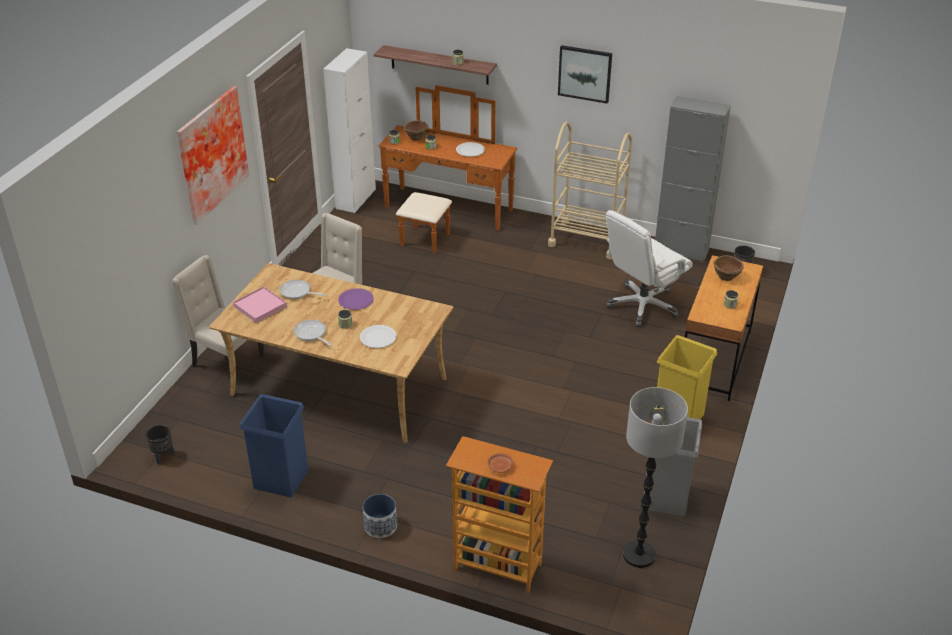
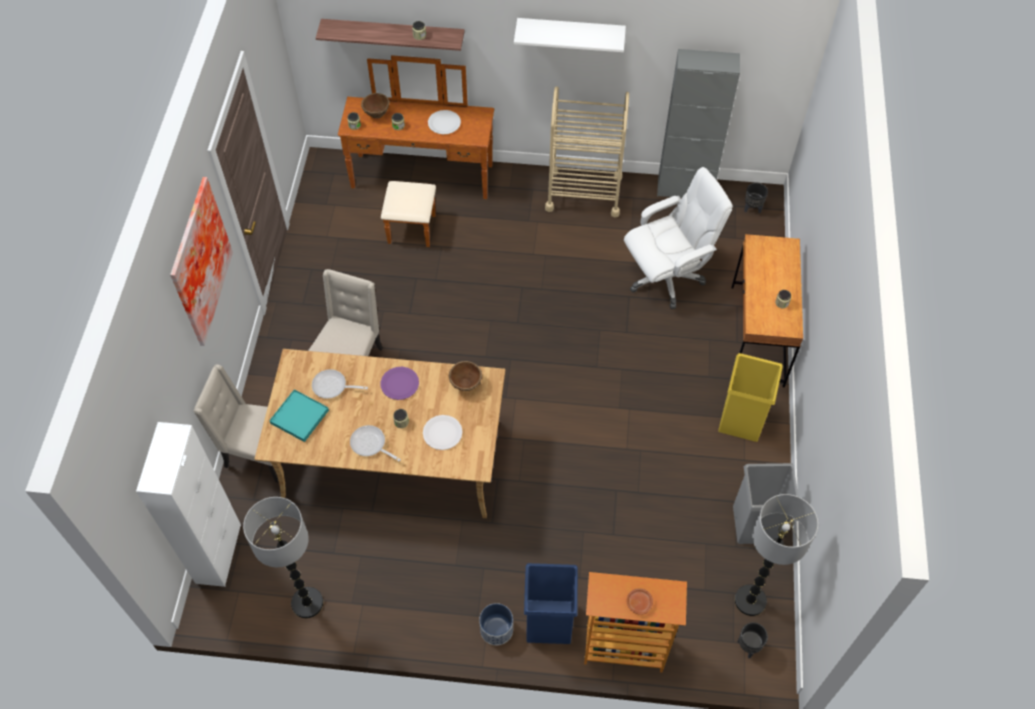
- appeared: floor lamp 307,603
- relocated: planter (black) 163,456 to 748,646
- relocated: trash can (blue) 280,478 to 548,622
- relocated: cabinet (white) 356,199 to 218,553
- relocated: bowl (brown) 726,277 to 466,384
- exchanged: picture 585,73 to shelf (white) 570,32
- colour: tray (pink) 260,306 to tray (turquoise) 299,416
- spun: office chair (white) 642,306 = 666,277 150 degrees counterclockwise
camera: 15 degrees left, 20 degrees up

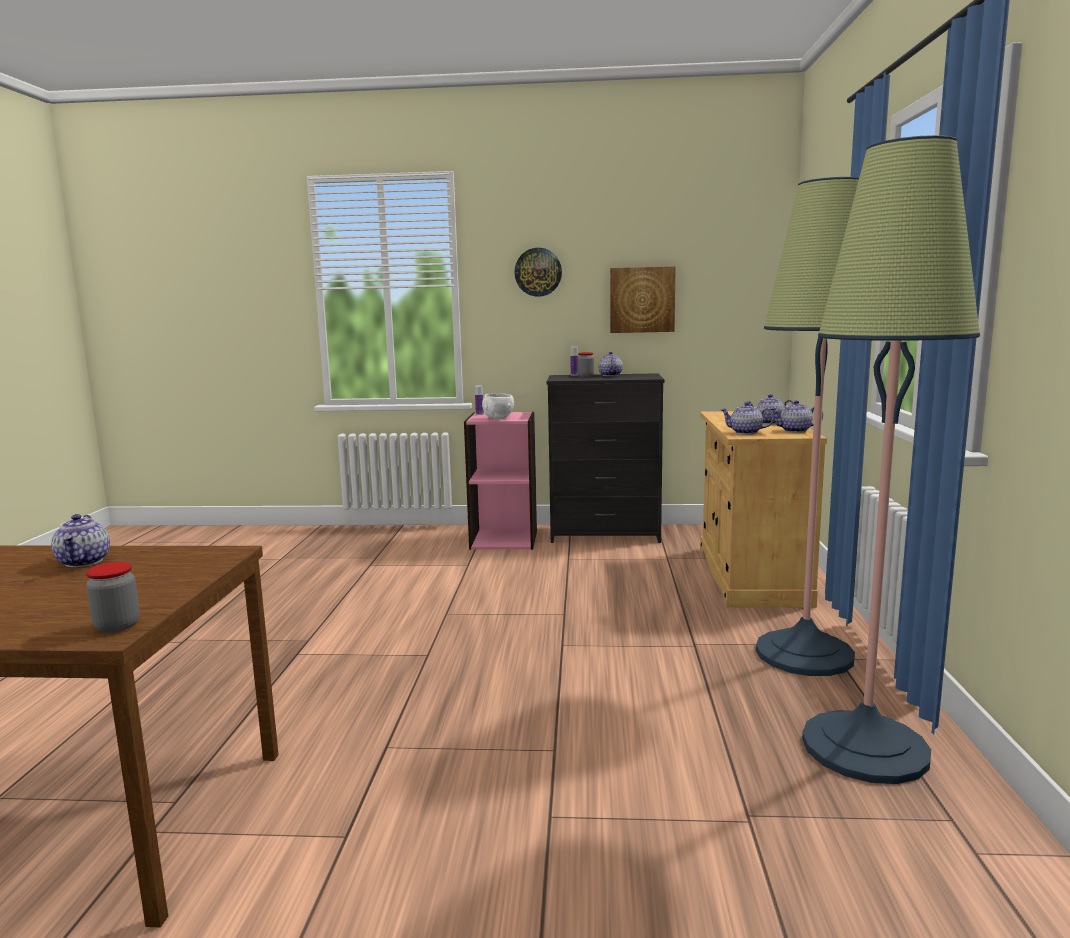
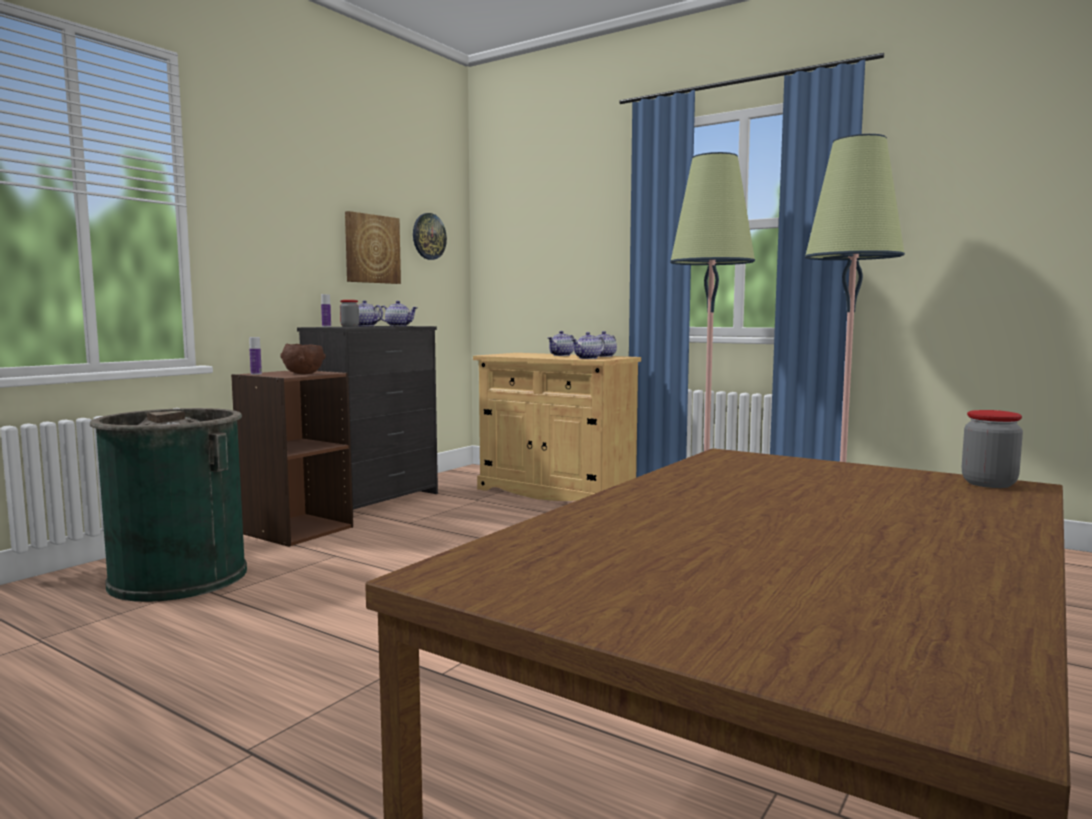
- appeared: trash can (green) 178,577
- relocated: teapot 84,561 to 398,326
- relocated: wall clock 538,272 to 428,236
- colour: bookcase (pink) 504,539 to bookcase (brown) 296,530
- colour: bowl (white) 498,418 to bowl (brown) 303,374
camera: 60 degrees left, 5 degrees down

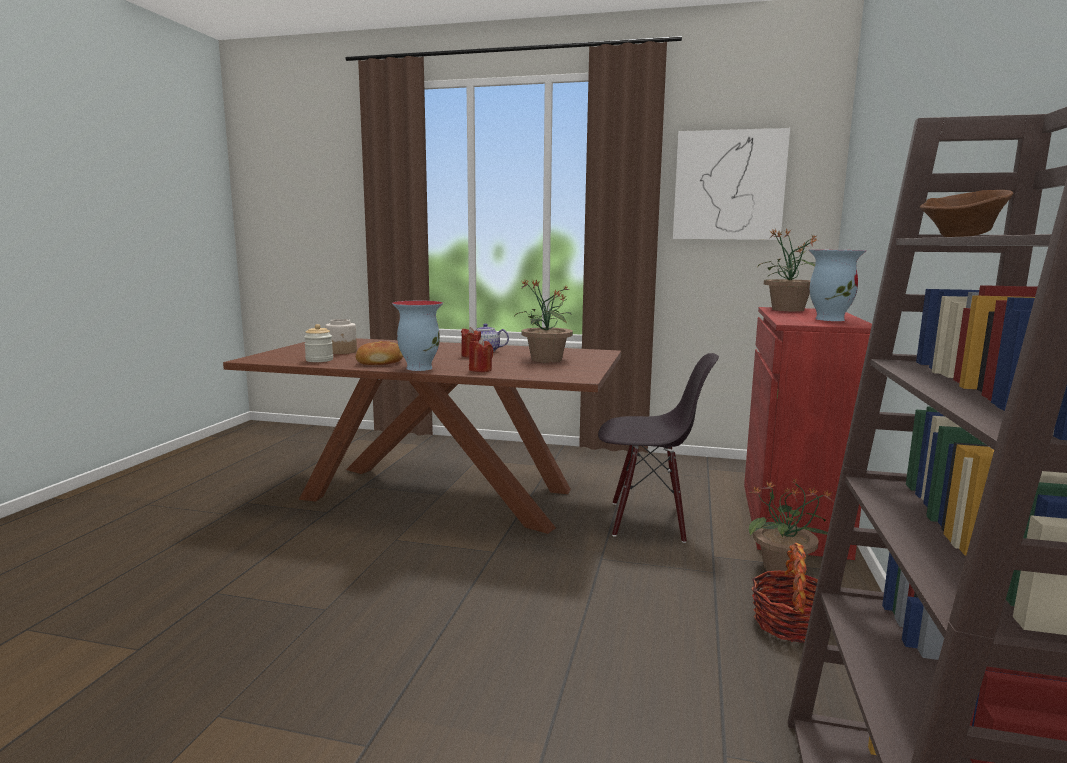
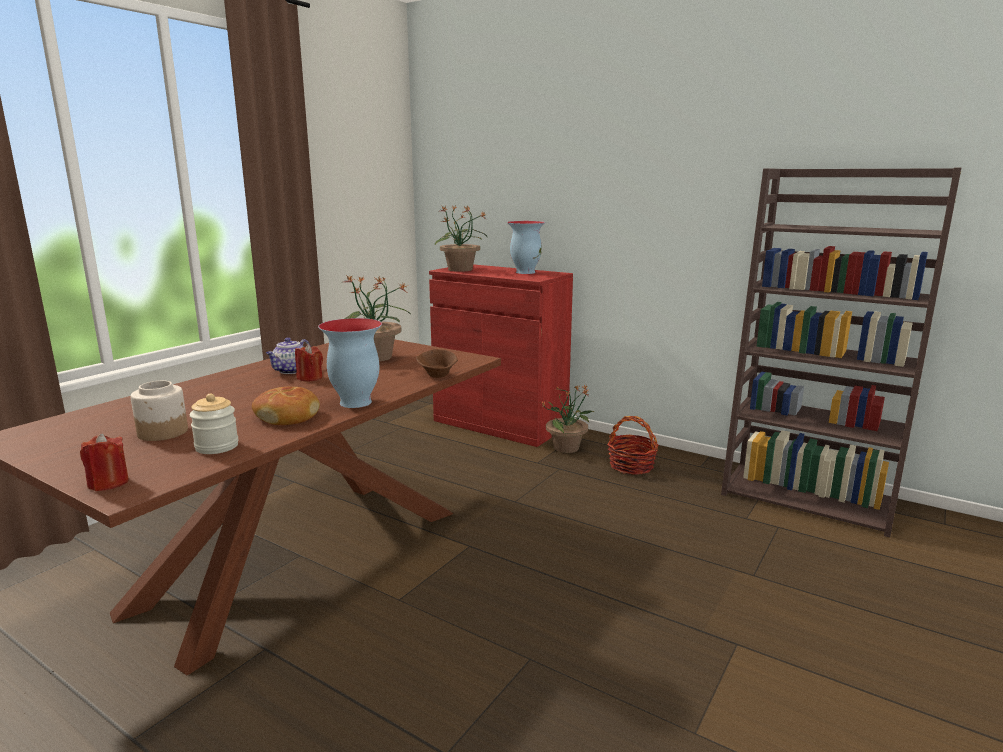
- missing: chair (black) 648,521
- missing: picture 729,186
- relocated: candle (red) 480,370 to 108,483
- relocated: bowl (brown) 961,237 to 438,376
camera: 70 degrees left, 5 degrees up

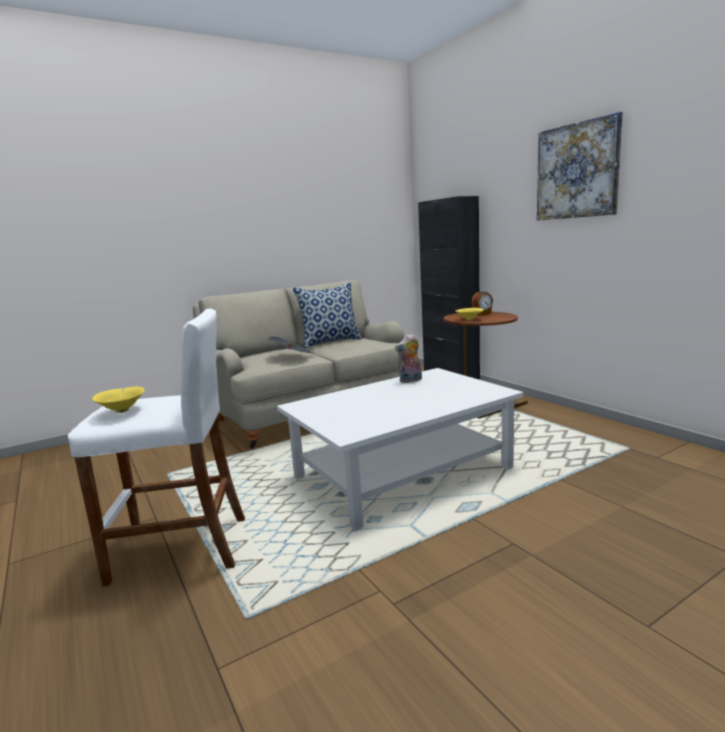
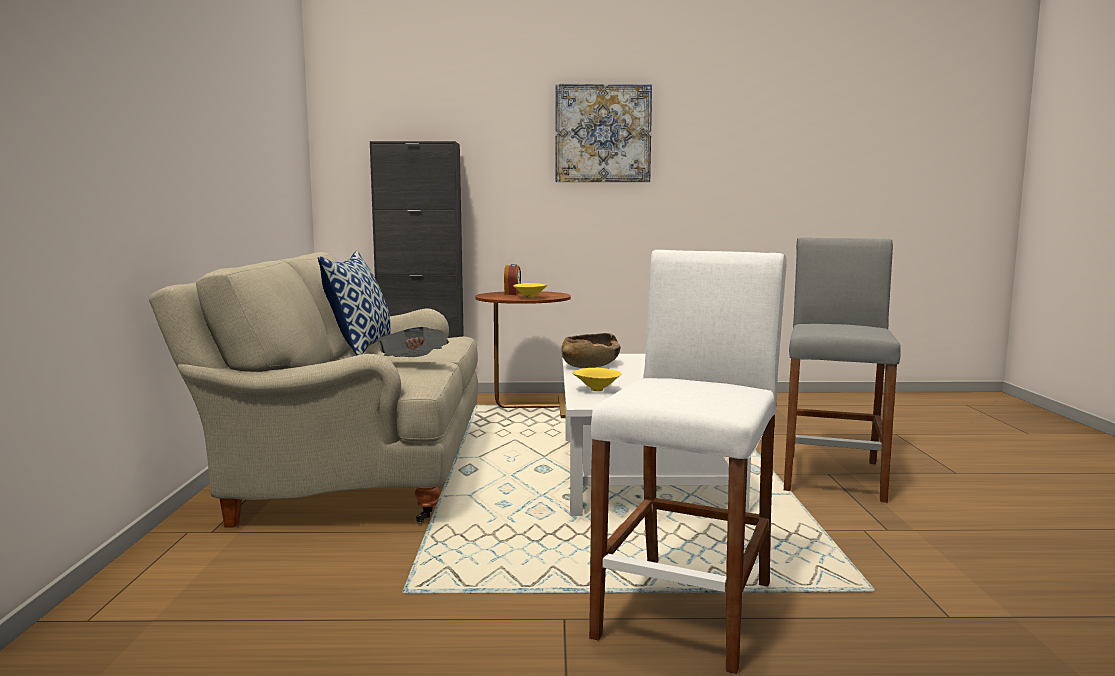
- appeared: stool (grey) 833,476
- relocated: bowl (yellow) 122,410 to 595,390
- exchanged: plush toy 410,380 to bowl (brown) 590,365
camera: 60 degrees left, 5 degrees down

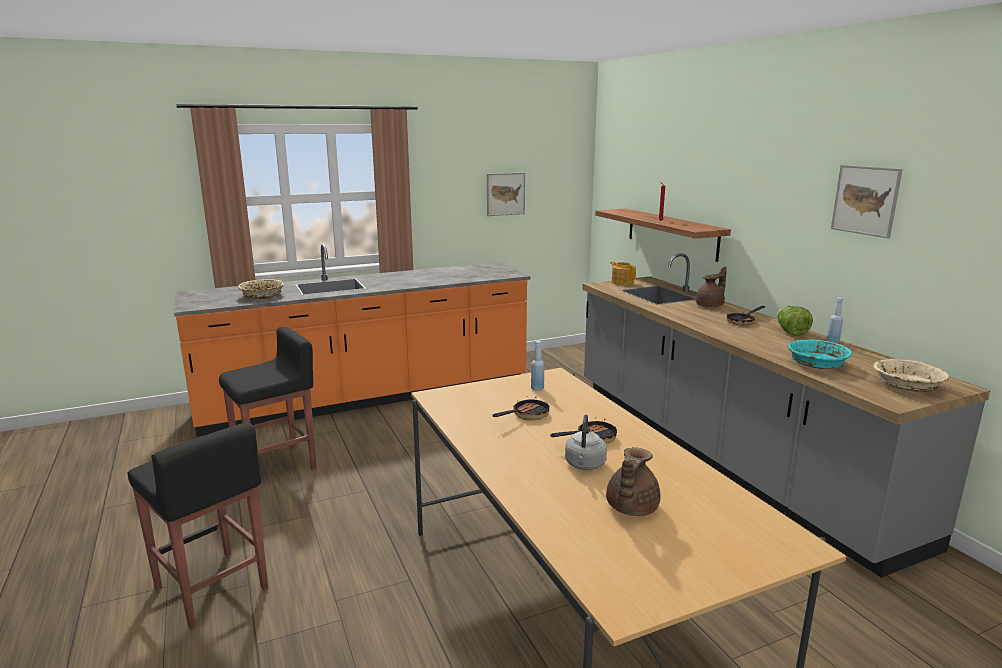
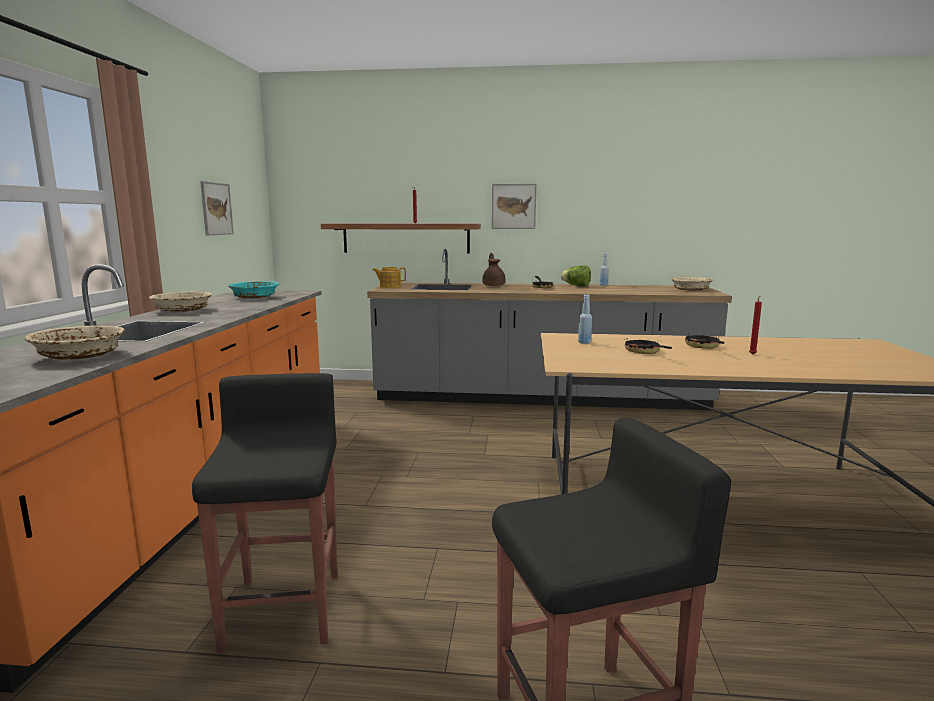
- missing: teapot (brown) 630,508
- appeared: bowl (beige) 183,310
- relocated: bowl (turquoise) 816,363 to 254,297
- relocated: picture 865,200 to 513,206
- exchanged: kettle (grey) 585,465 to candle (red) 752,354
camera: 60 degrees left, 5 degrees down

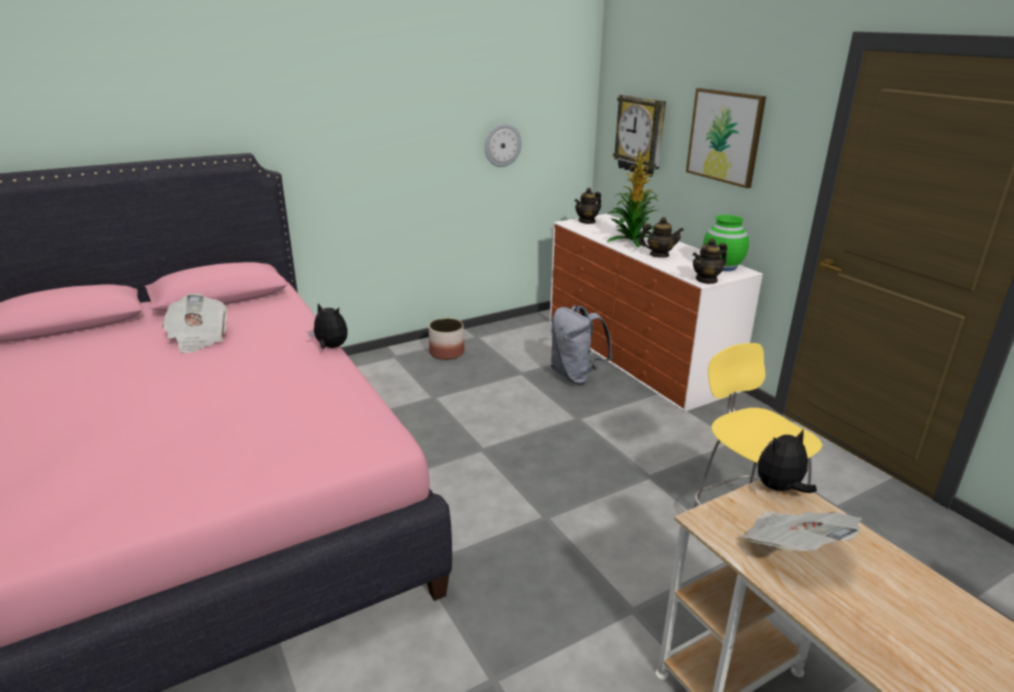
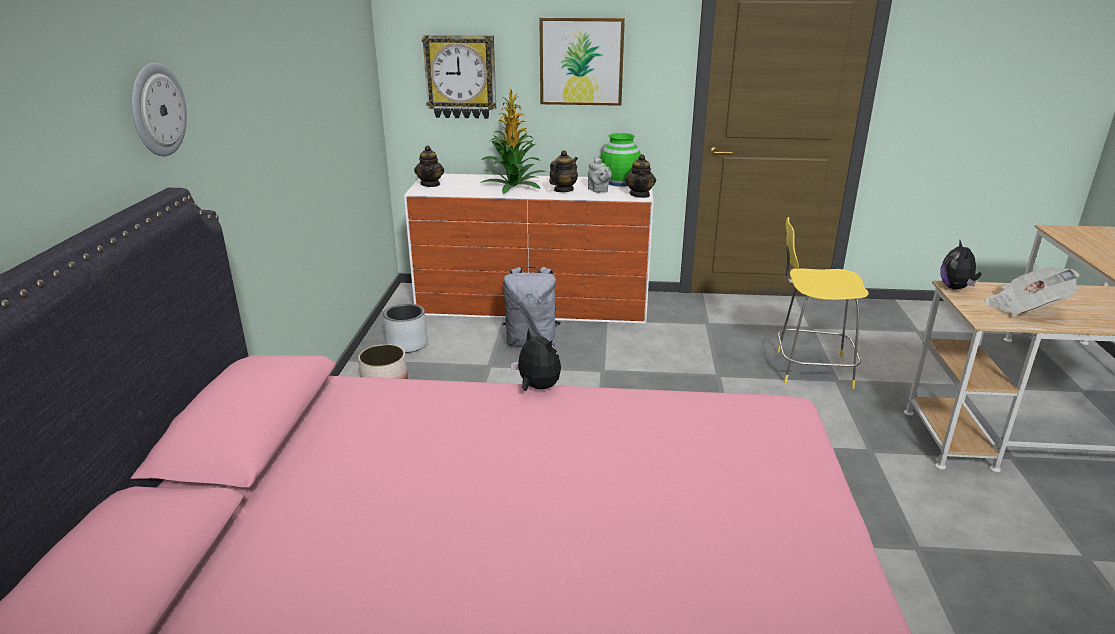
- missing: newspaper 198,338
- appeared: planter (grey) 407,344
- appeared: teapot (grey) 599,190
- relocated: wall clock 502,145 to 157,110
- spun: plush toy 330,347 = 537,387 75 degrees clockwise
camera: 55 degrees left, 0 degrees up

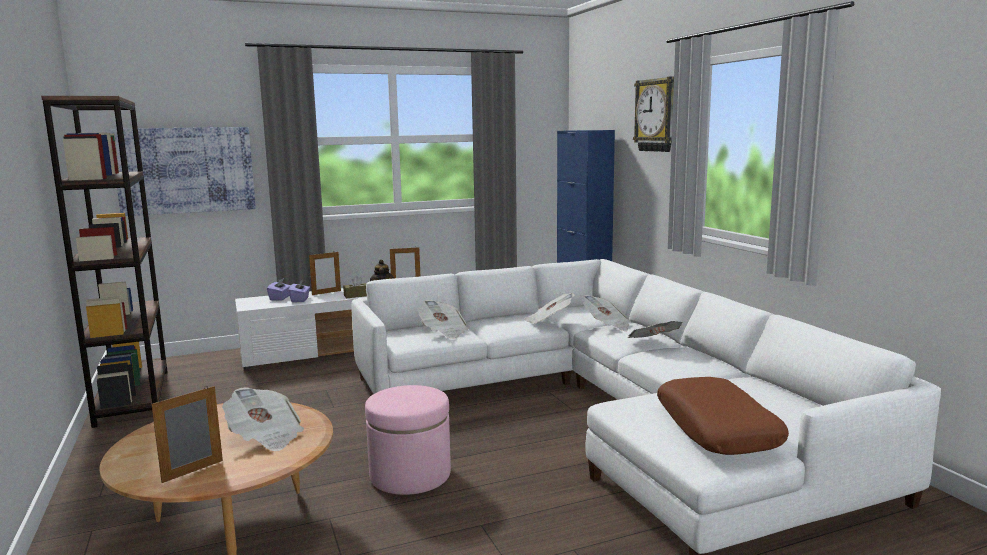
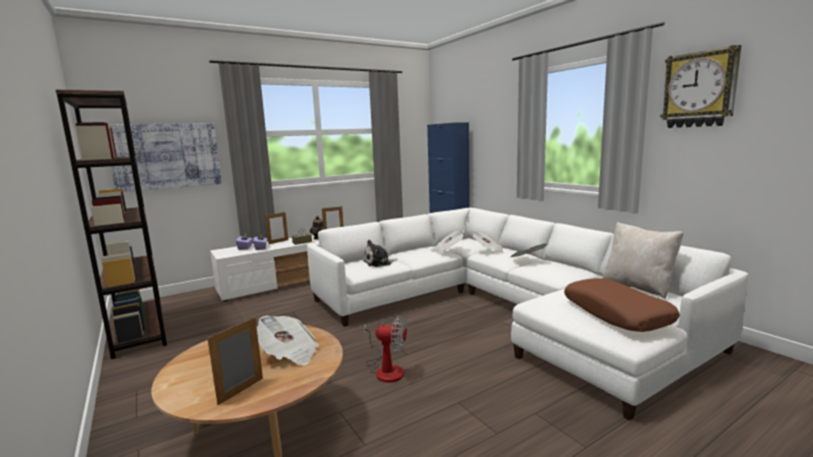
- appeared: pillow (beige) 638,287
- relocated: wall clock 657,115 to 699,89
- exchanged: ottoman (pink) 410,475 to fan 386,369
- exchanged: newspaper 443,332 to plush toy 379,263
camera: 10 degrees left, 0 degrees up

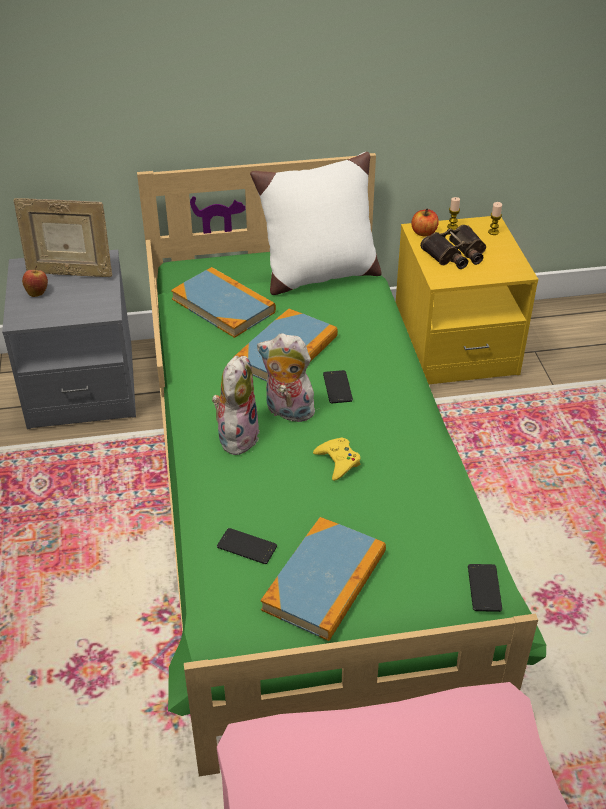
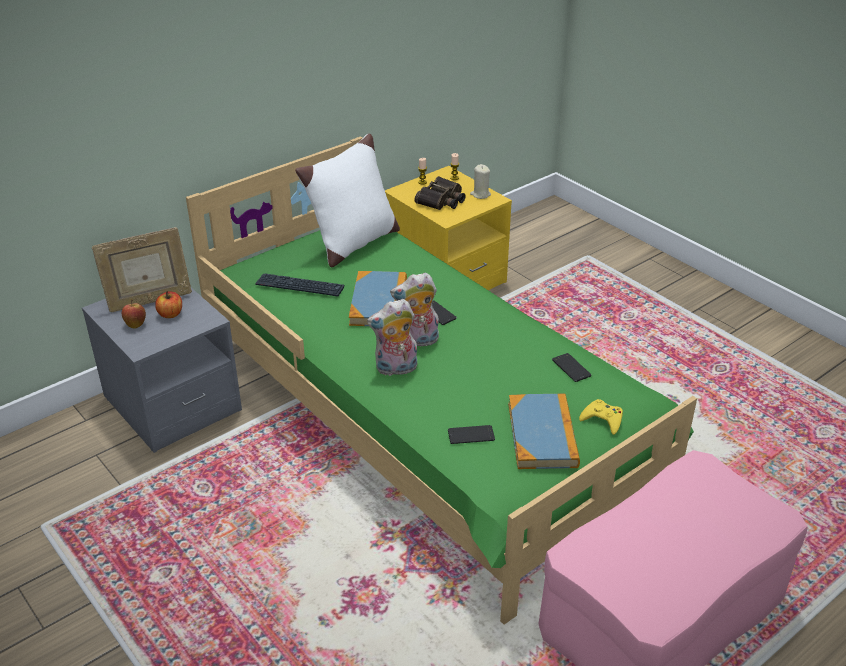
- appeared: candle (beige) 480,194
- relocated: game controller (yellow) 338,461 to 602,420
- relocated: apple 424,233 to 170,314
- relocated: phone 484,588 to 571,368
- exchanged: book 223,305 to keyboard 300,286
- spun: plush toy 236,436 = 395,369 90 degrees counterclockwise
camera: 30 degrees left, 5 degrees down

